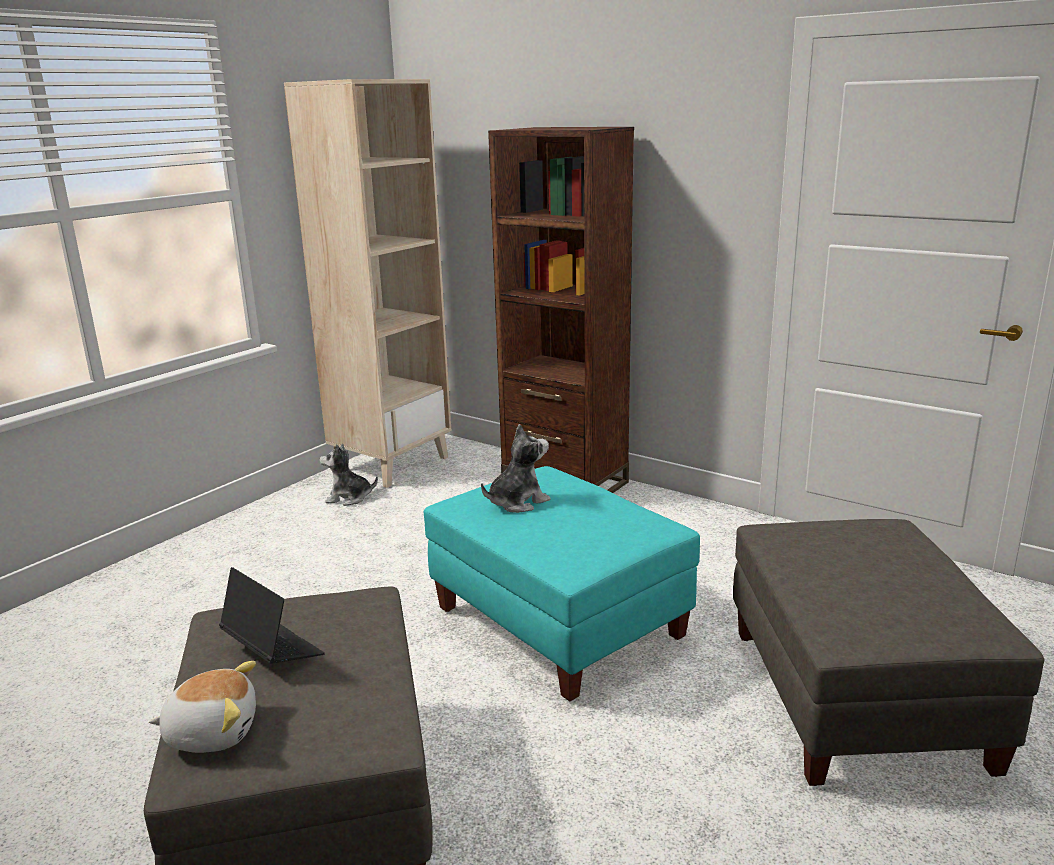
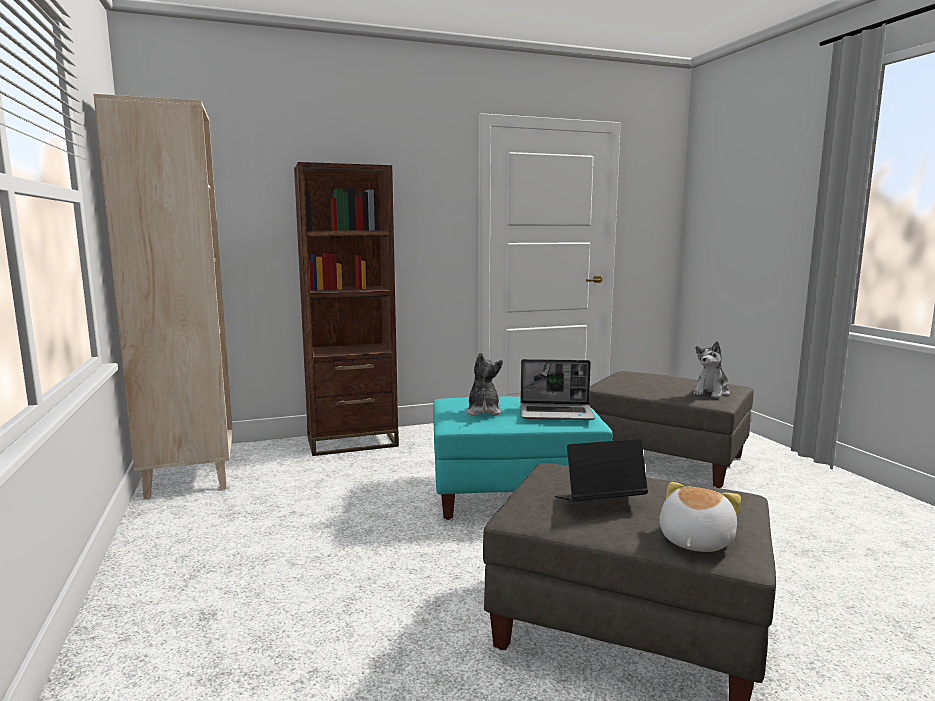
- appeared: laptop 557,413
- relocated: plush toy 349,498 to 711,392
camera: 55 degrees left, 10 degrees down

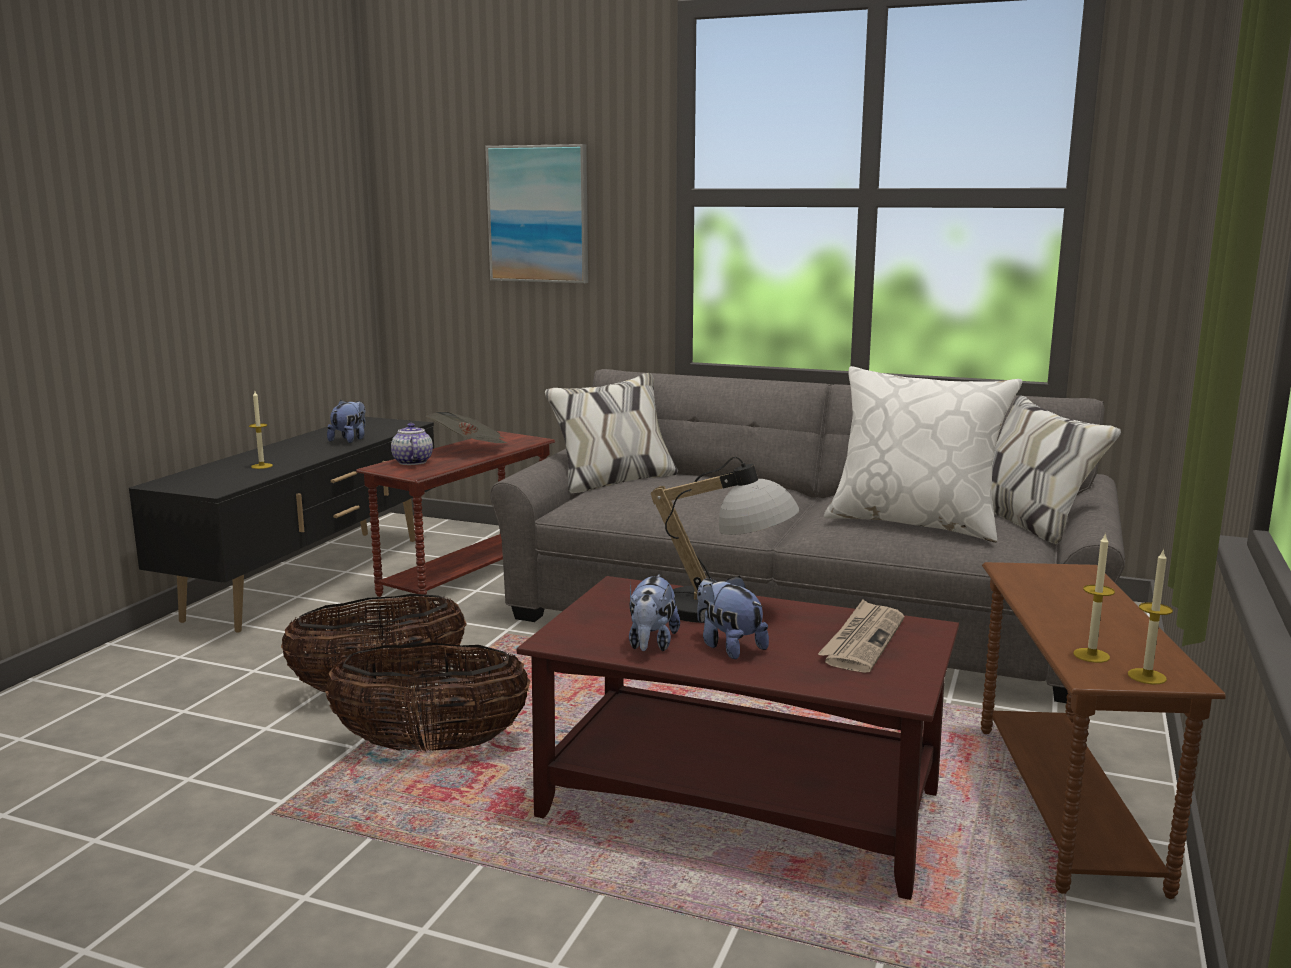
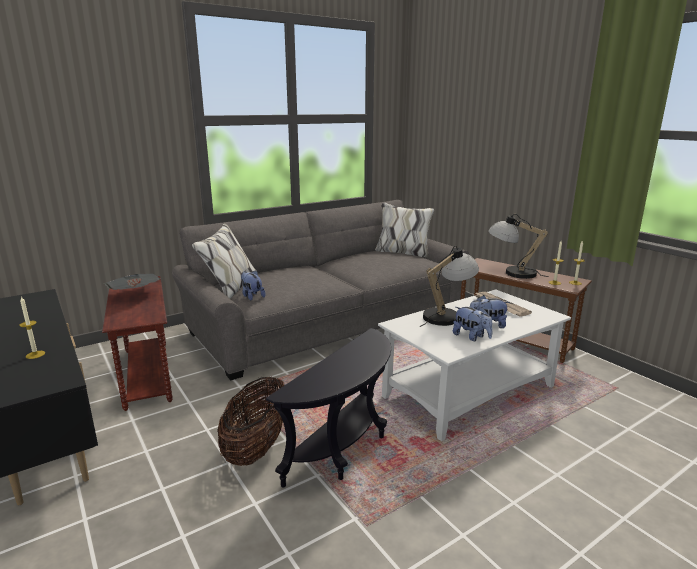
- missing: teapot 412,462
- missing: picture 539,214
- missing: pillow (white) 915,523
- appeared: table lamp 511,272
- relocated: plush toy 350,440 to 252,296
- exchanged: basket 431,746 to side table (black) 344,449
- colour: coffee table (brown) 743,804 to coffee table (white) 469,391
camera: 55 degrees left, 5 degrees up

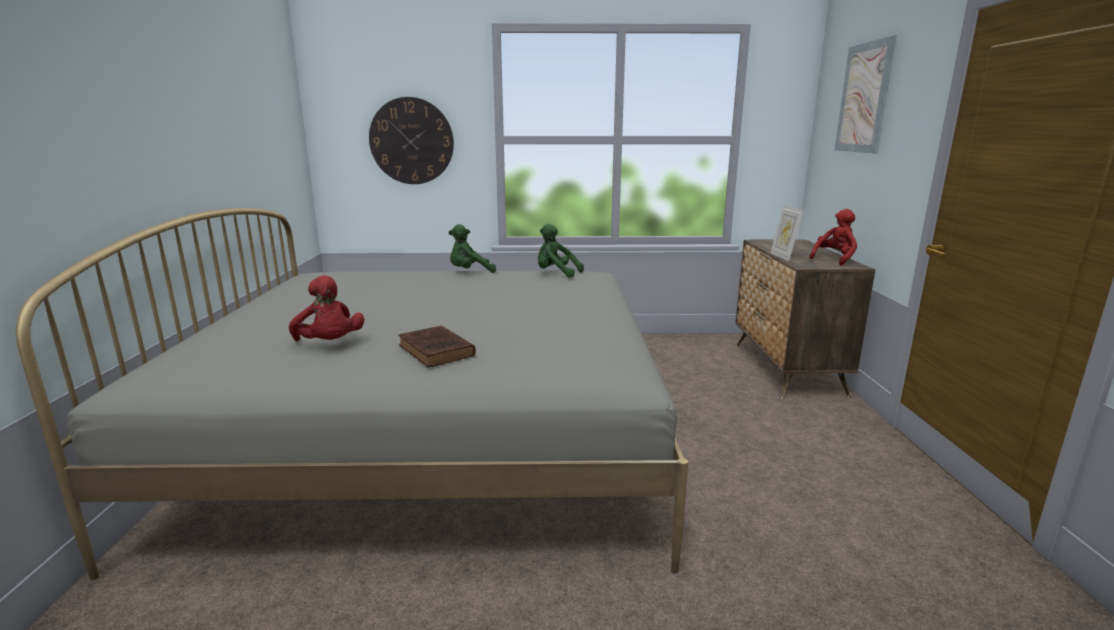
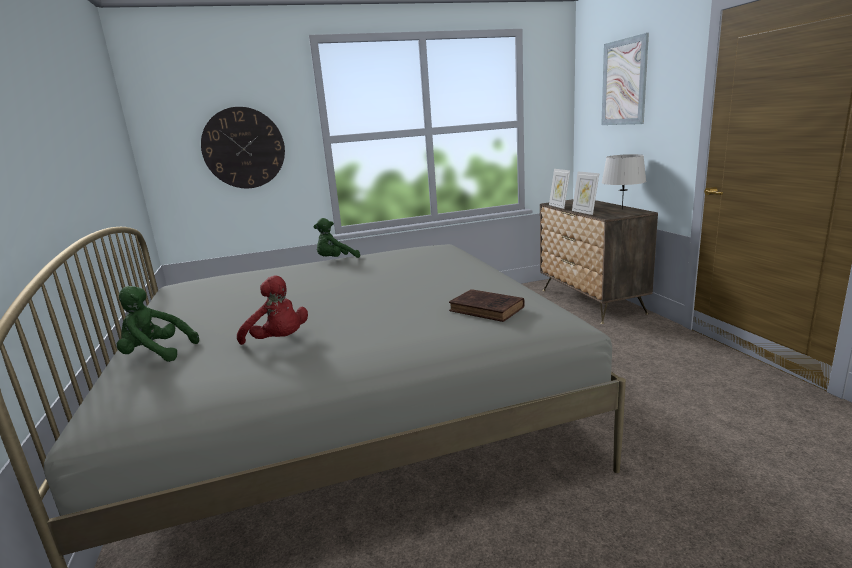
- appeared: picture frame 559,206
- relocated: book (brown) 437,351 to 488,309
- relocated: plush toy (green) 556,274 to 156,354
- exchanged: plush toy (red) 834,259 to table lamp (grey) 622,209
camera: 15 degrees left, 0 degrees up

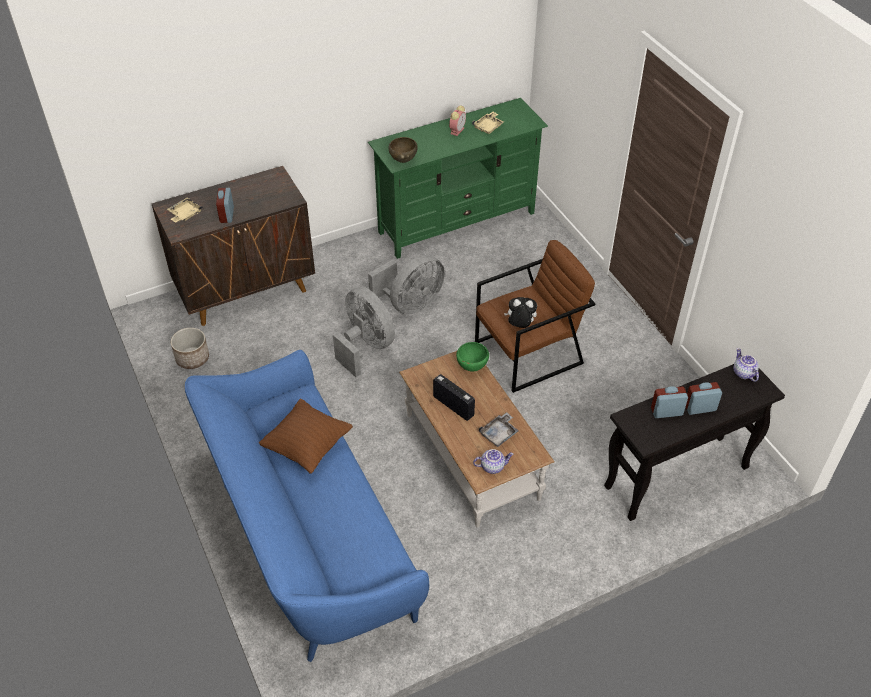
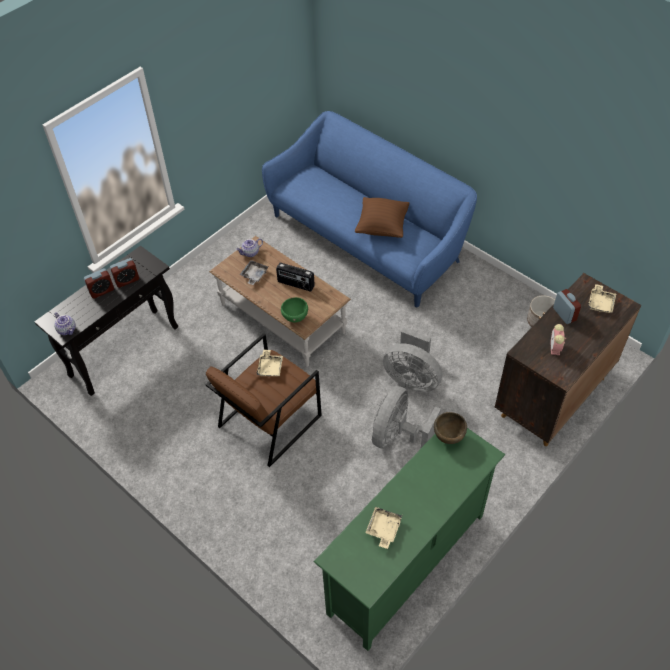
- relocated: alarm clock 457,130 to 555,348
- exchanged: plush toy 520,326 to tray (beige) 270,367
camera: 160 degrees right, 5 degrees up

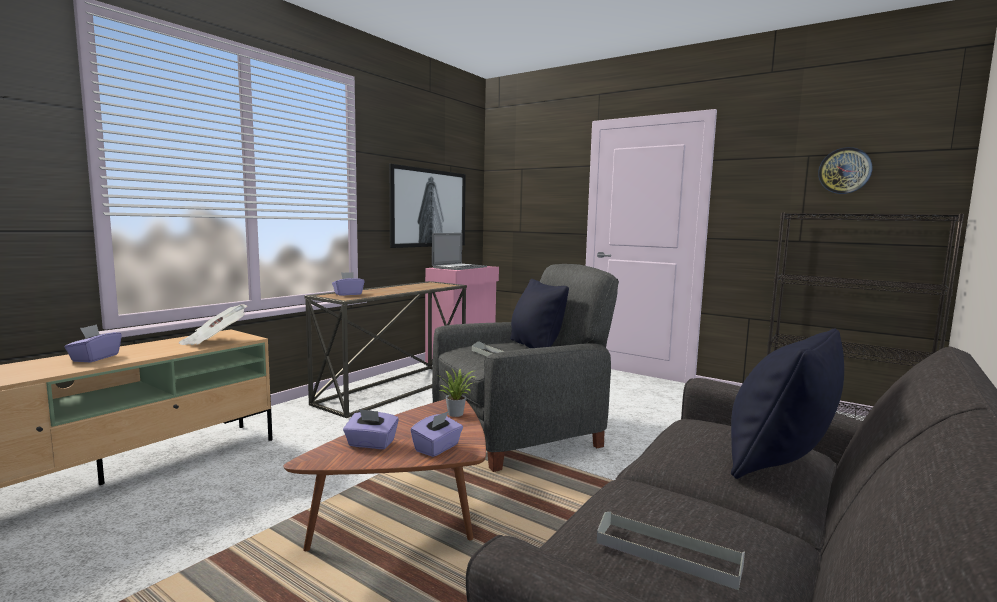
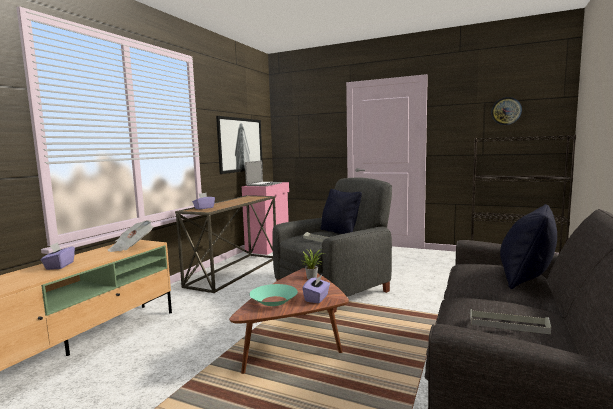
- exchanged: tissue box (purple) 371,444 to bowl (turquoise) 274,301
camera: 10 degrees left, 0 degrees up

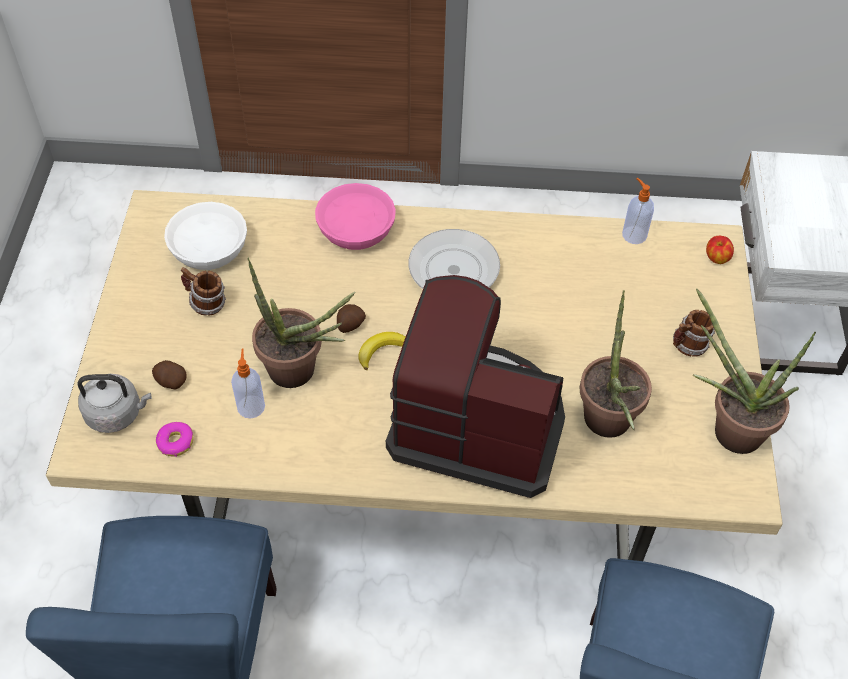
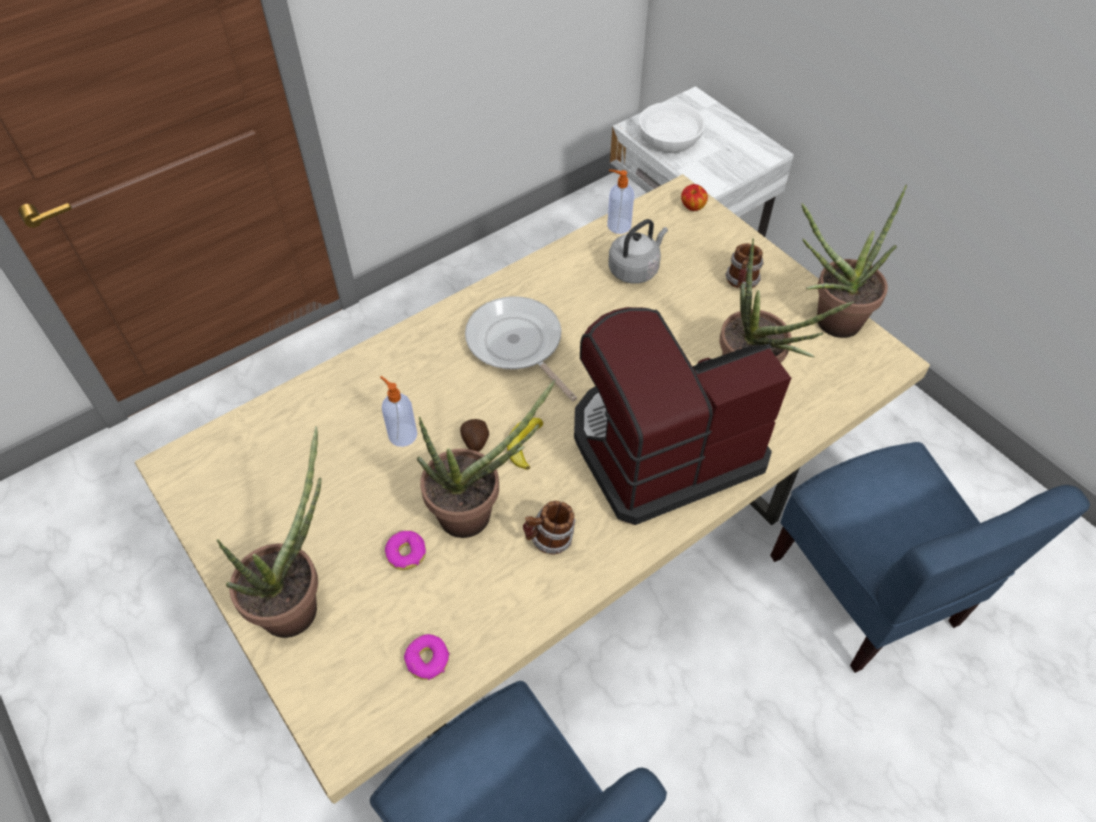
- missing: potato 170,382
- missing: bowl (pink) 355,230
- appeared: potted plant 299,601
- appeared: donut 406,553
- relocated: kettle (grey) 117,413 to 635,269
- relocated: bowl (white) 208,247 to 668,139
- relocated: mug 206,304 to 549,540
- relocated: soap dispenser 251,406 to 402,434
camera: 40 degrees left, 0 degrees up

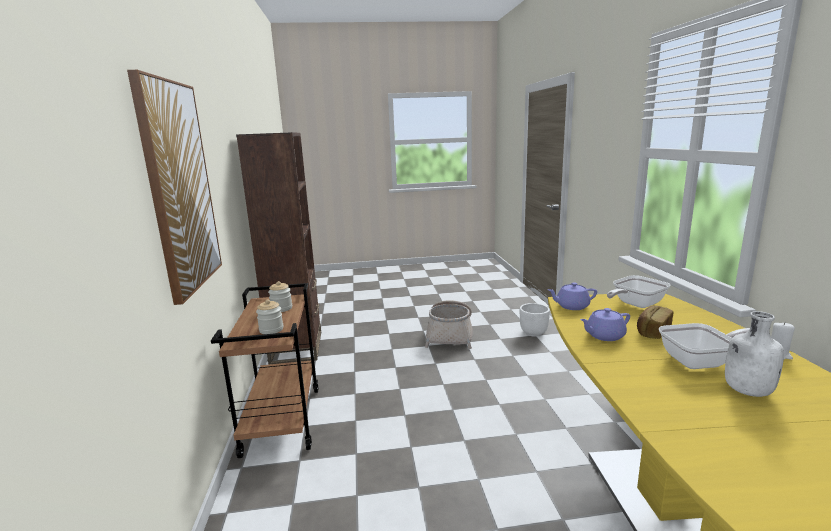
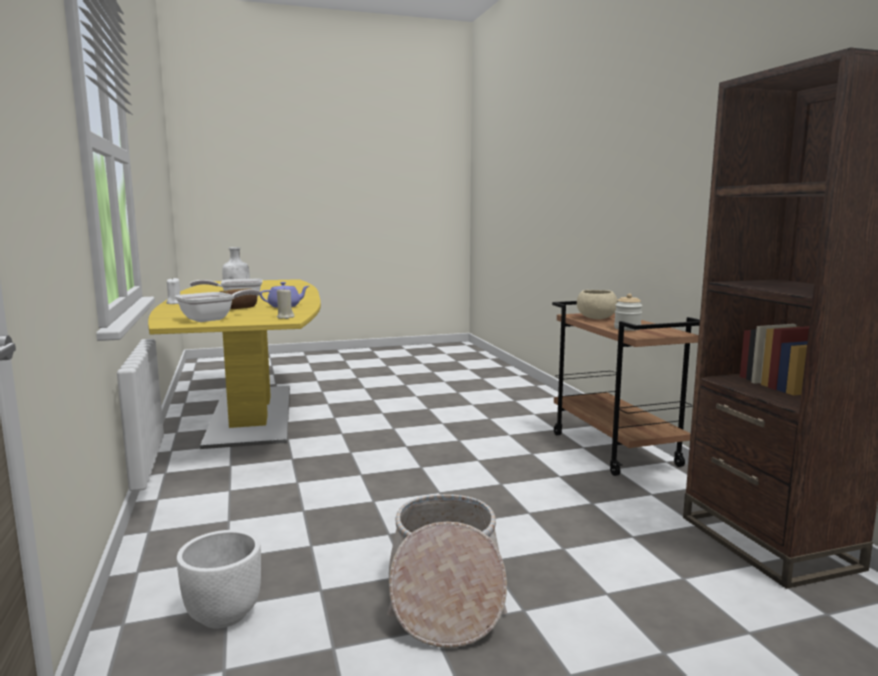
- missing: picture 179,187
- exchanged: jar 271,330 to bowl (beige) 595,318
- exchanged: teapot (purple) 571,306 to candle (beige) 285,317
camera: 170 degrees right, 5 degrees down

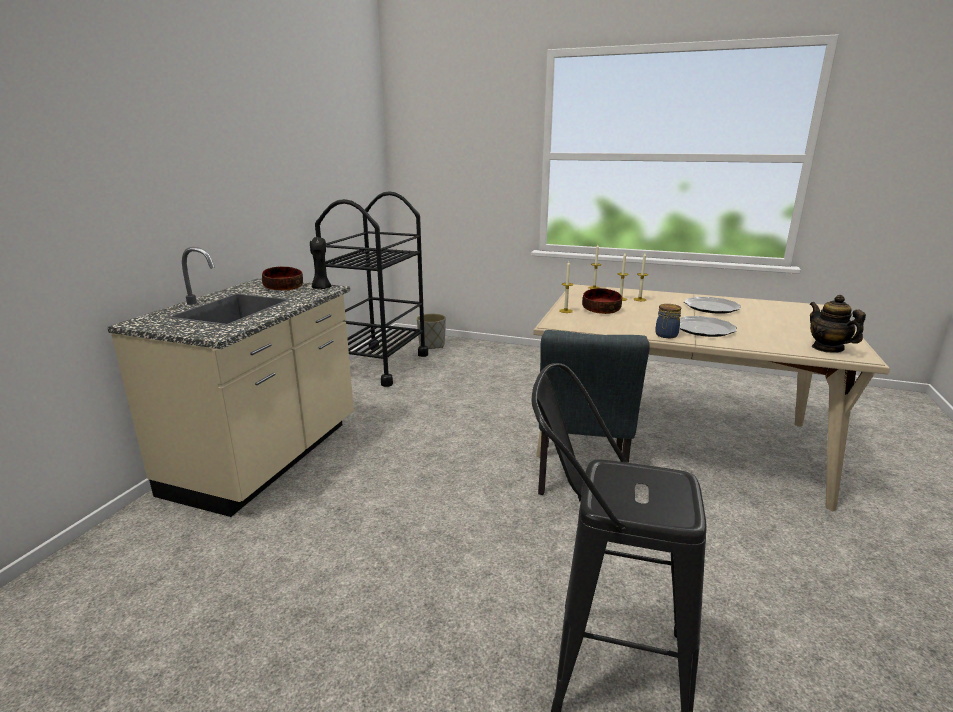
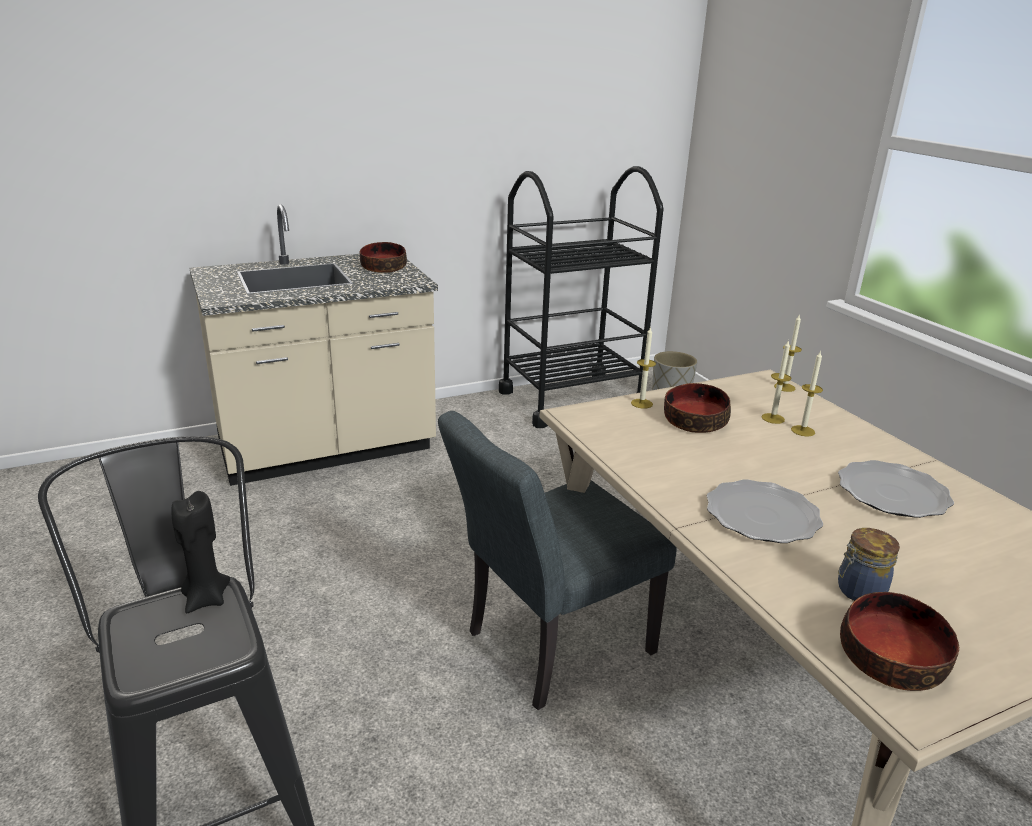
- relocated: candle (black) 321,288 to 206,599
- relocated: jar 666,335 to 858,591
- exchanged: teapot 827,348 to bowl 890,658
camera: 45 degrees right, 5 degrees up

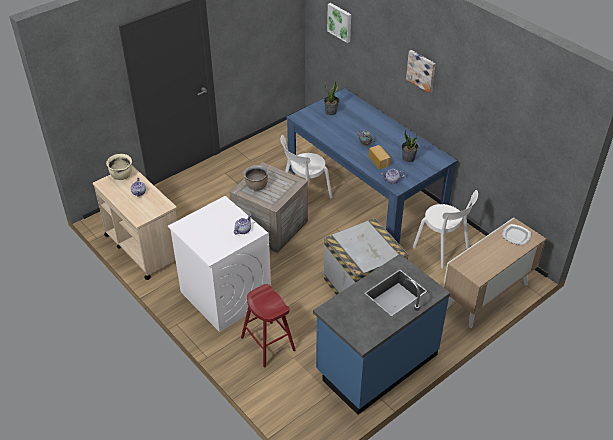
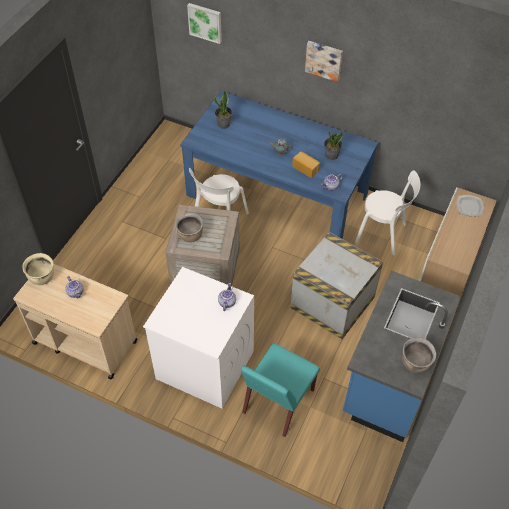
- appeared: cooking pot (brown) 415,363
- exchanged: stool (red) 268,344 to chair (turquoise) 278,402
camera: 25 degrees left, 10 degrees up

